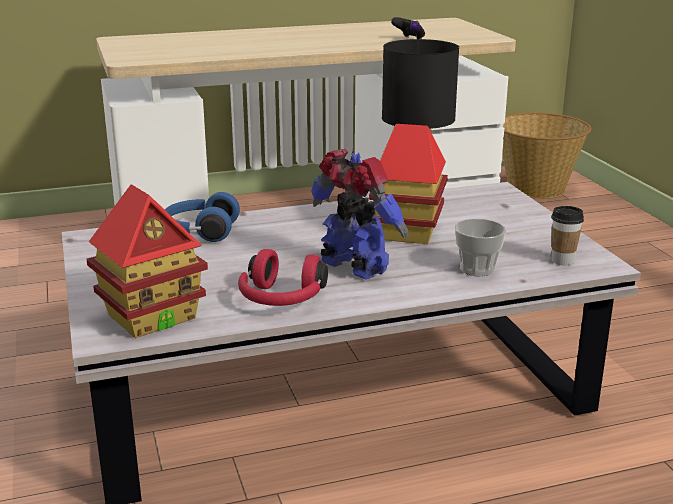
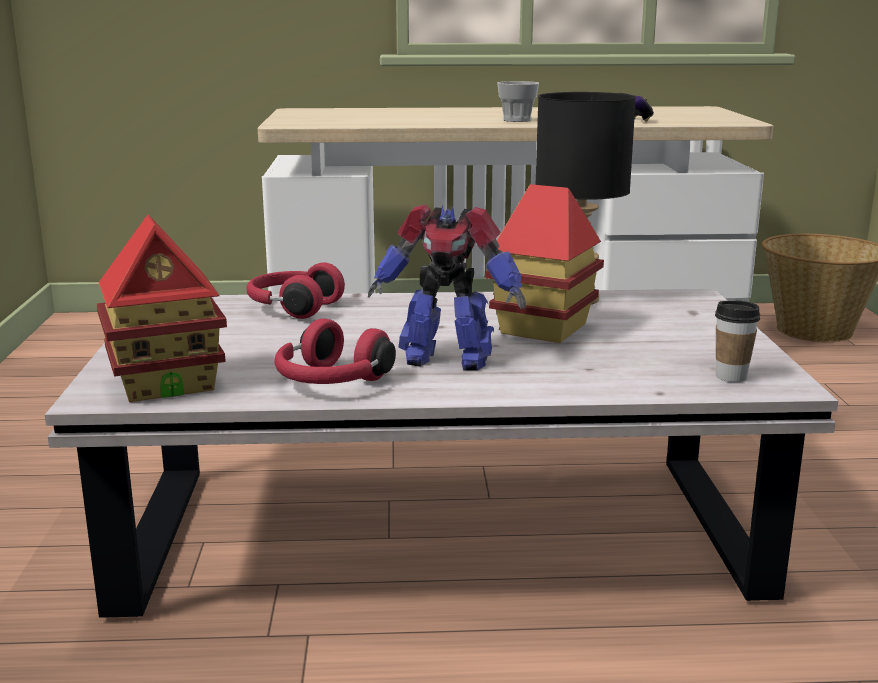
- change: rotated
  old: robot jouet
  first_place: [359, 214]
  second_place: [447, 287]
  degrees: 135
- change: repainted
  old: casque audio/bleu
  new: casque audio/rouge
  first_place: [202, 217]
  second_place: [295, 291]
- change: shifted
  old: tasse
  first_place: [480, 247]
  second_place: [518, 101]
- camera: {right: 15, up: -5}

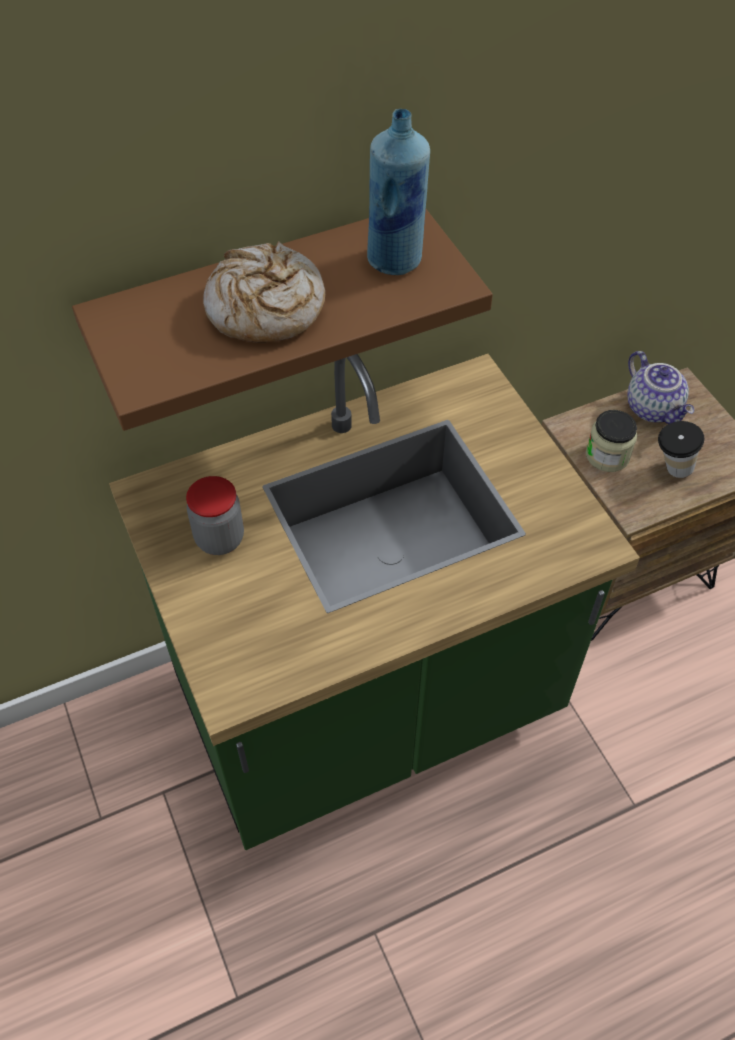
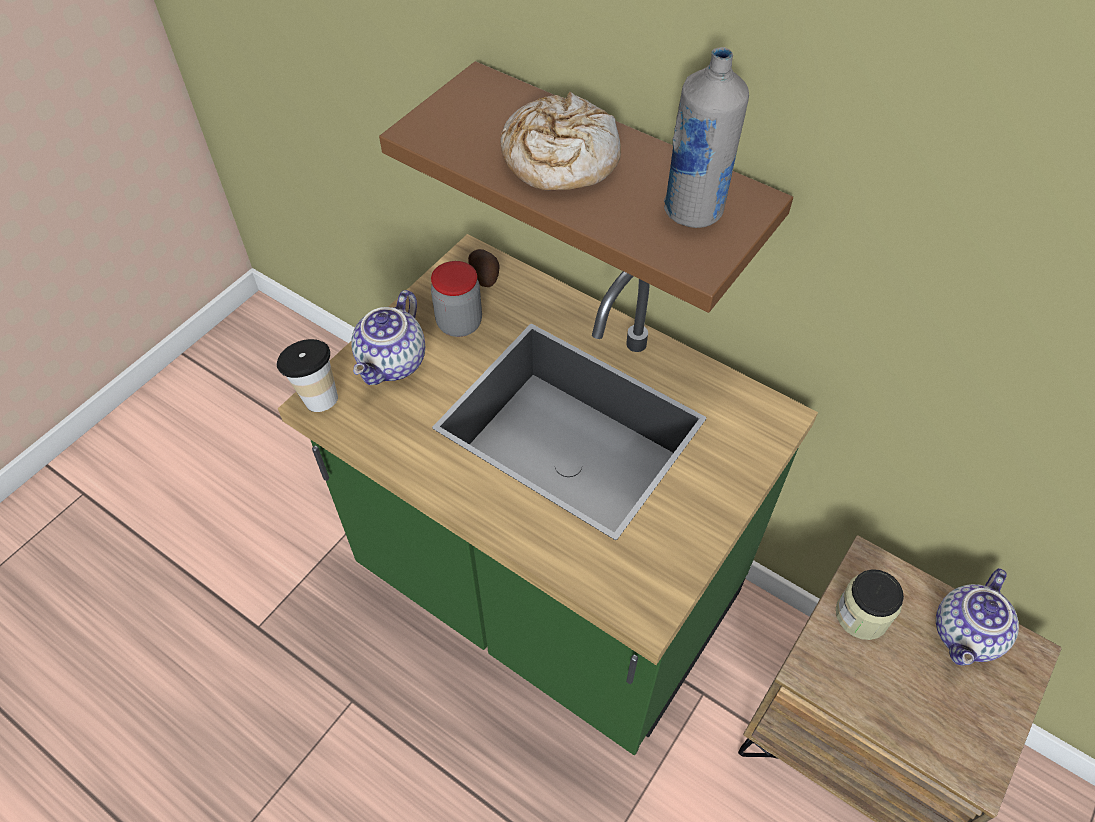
- change: repainted
  old: bouteille/bleu
  new: bouteille/gris
  first_place: [398, 192]
  second_place: [706, 137]
- change: shifted
  old: tasse
  first_place: [681, 449]
  second_place: [307, 375]
- change: new
  new: pomme de terre
  second_place: [483, 268]
- change: new
  new: théière
  second_place: [388, 337]
- camera: {right: 60, up: 0}

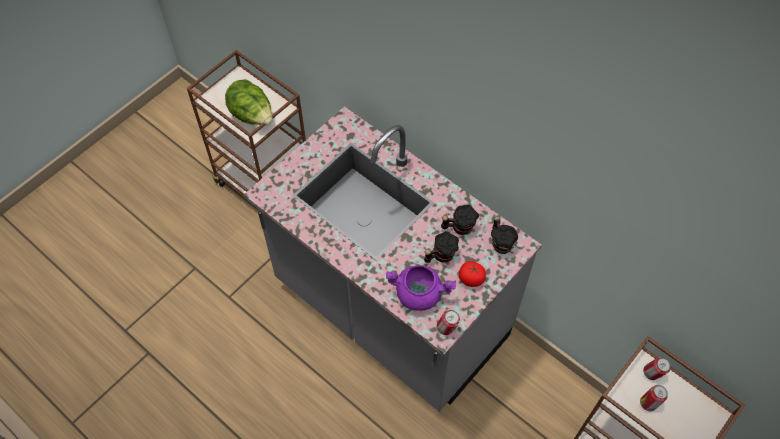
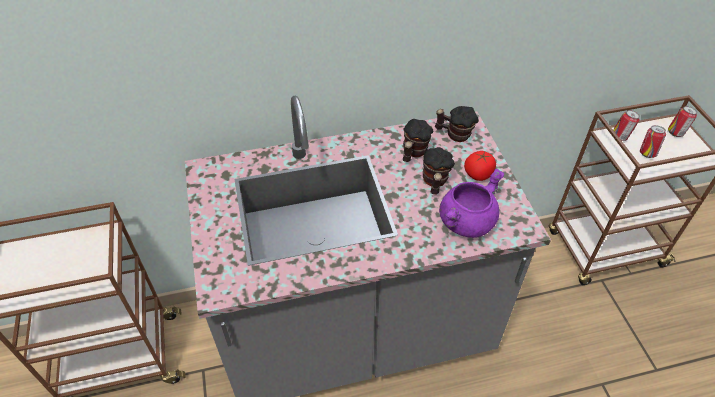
- change: gone
  old: laitue
  first_place: [249, 102]
- change: shifted
  old: boîte métallique
  first_place: [448, 322]
  second_place: [682, 121]
- camera: {right: -55, up: -10}

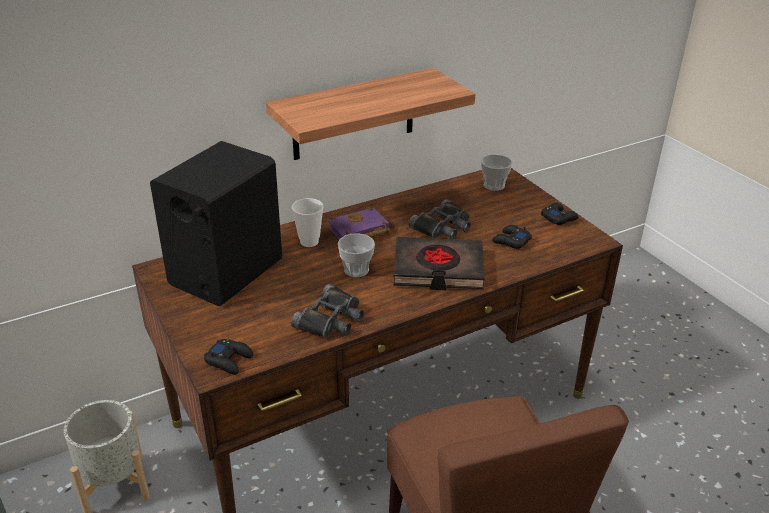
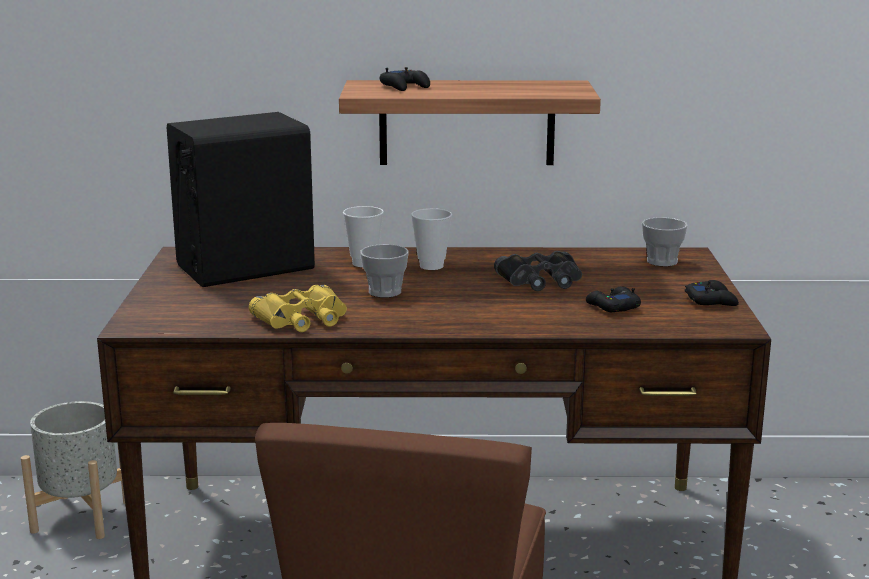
- change: swapped
  old: livre/violet
  new: tasse
  first_place: [359, 223]
  second_place: [431, 239]
- change: gone
  old: livre/noir
  first_place: [439, 263]
- change: repainted
  old: jumelles/noir
  new: jumelles/jaune
  first_place: [327, 311]
  second_place: [298, 308]
- change: shifted
  old: manette/noir
  first_place: [228, 357]
  second_place: [405, 79]
- camera: {right: 30, up: -15}

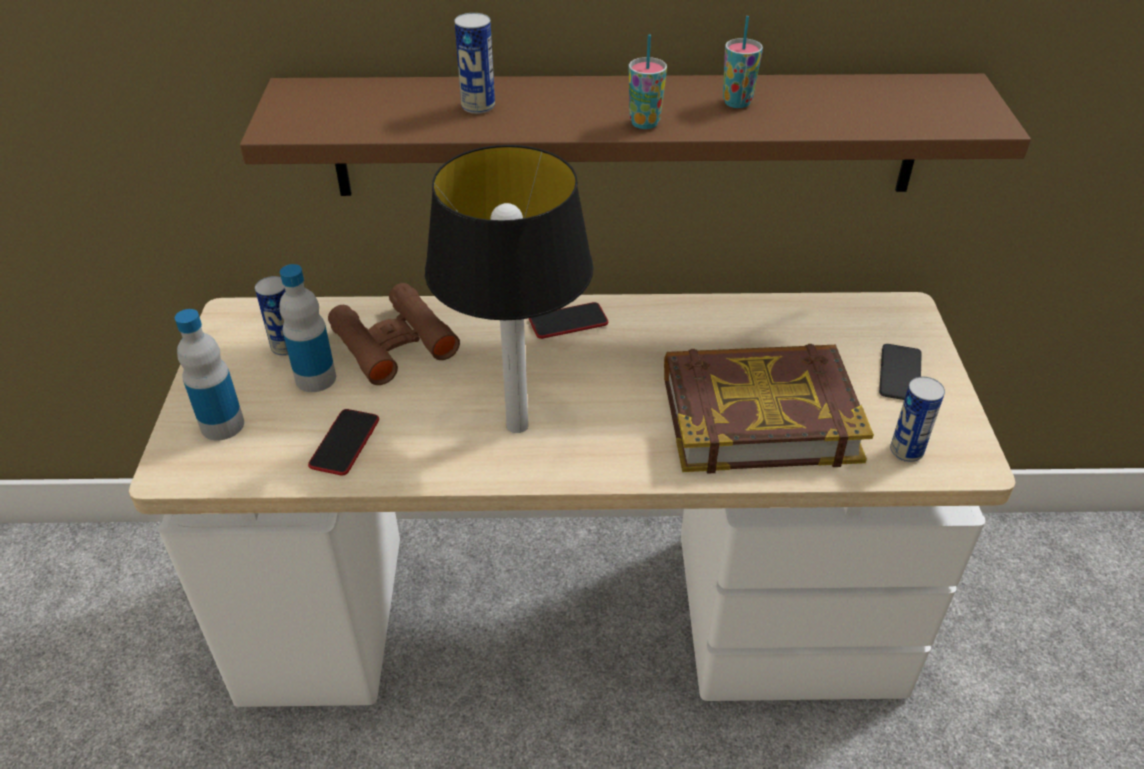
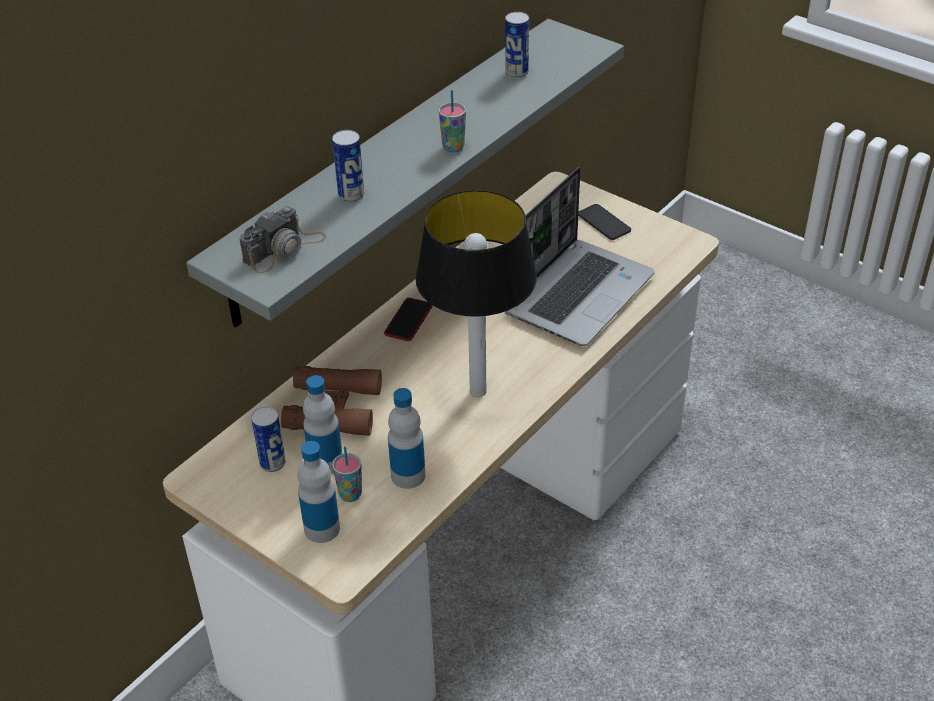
- change: shifted
  old: tasse
  first_place: [743, 62]
  second_place: [347, 474]
- change: repainted
  old: étagère/marron
  new: étagère/gris
  first_place: [635, 135]
  second_place: [405, 173]
- change: swapped
  old: livre
  new: ordinateur portable
  first_place: [769, 409]
  second_place: [578, 256]
- change: shifted
  old: boîte métallique
  first_place: [917, 419]
  second_place: [517, 45]
- change: swapped
  old: téléphone
  new: bouteille
  first_place: [343, 442]
  second_place: [406, 438]
- change: new
  new: appareil photo
  second_place: [282, 239]
- camera: {right: -50, up: 0}

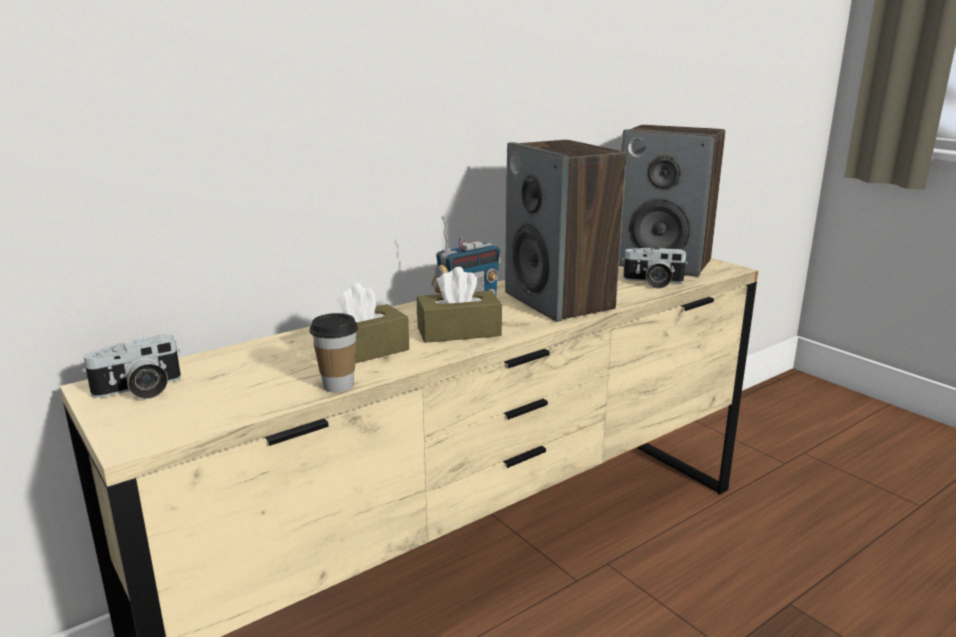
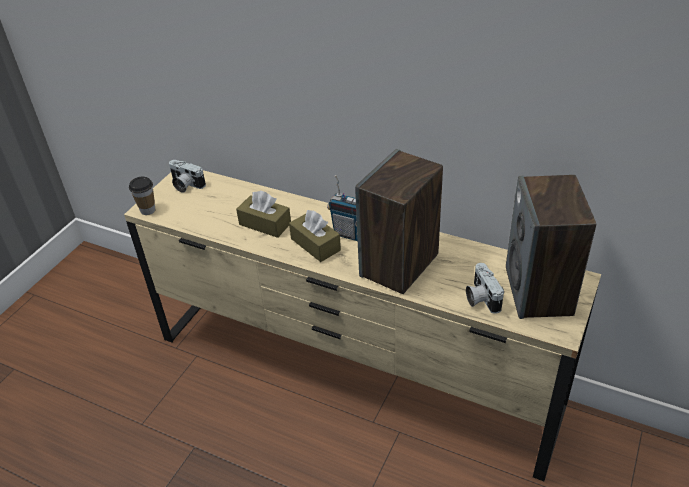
- change: shifted
  old: tasse
  first_place: [333, 353]
  second_place: [142, 196]
- camera: {right: 65, up: 20}

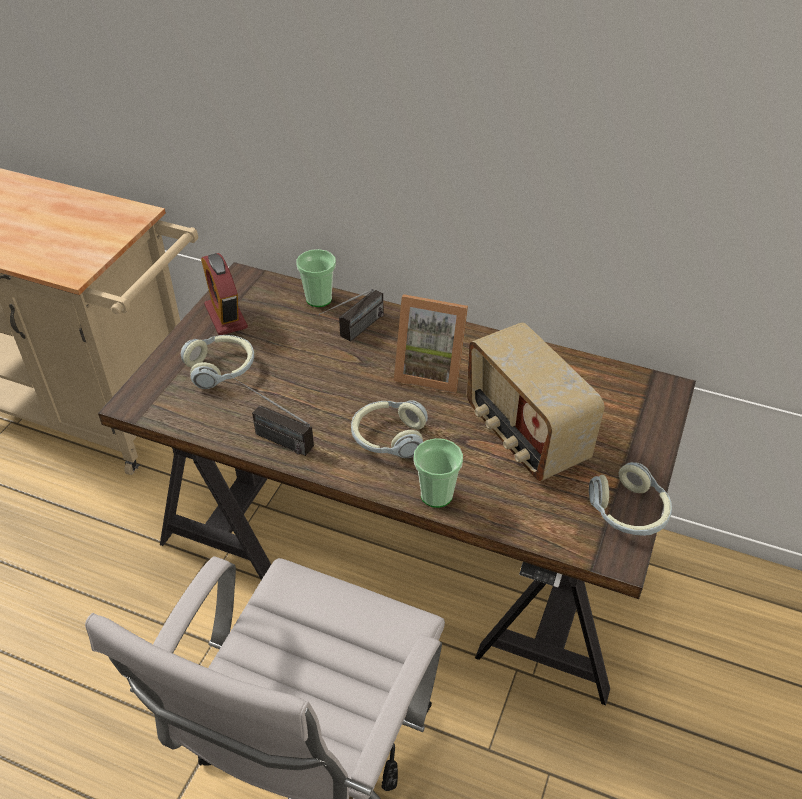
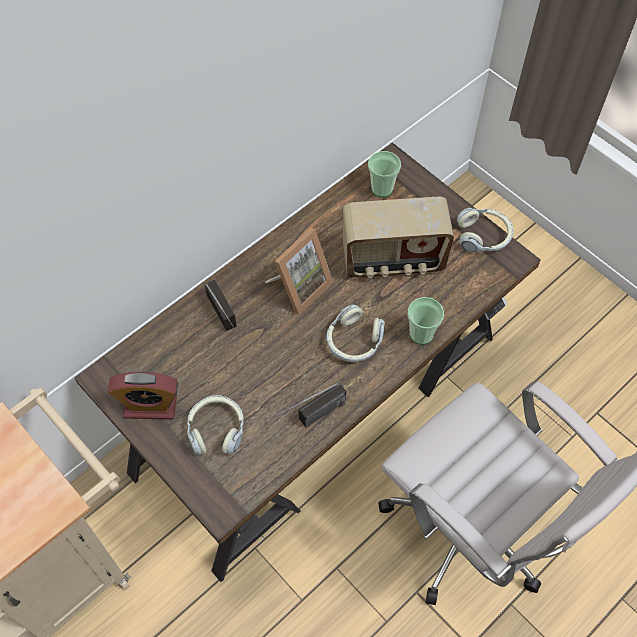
- change: shifted
  old: tasse
  first_place: [316, 278]
  second_place: [384, 174]
- camera: {right: -65, up: 15}

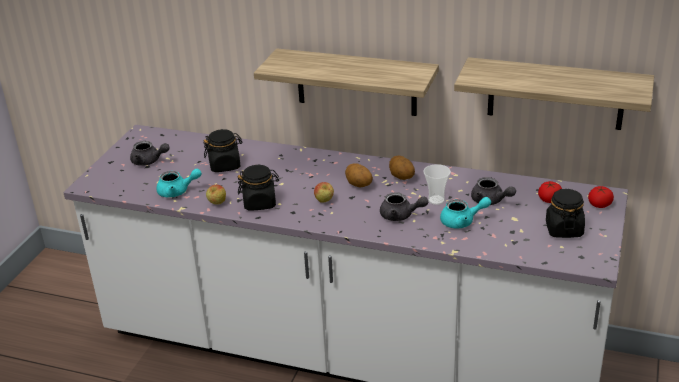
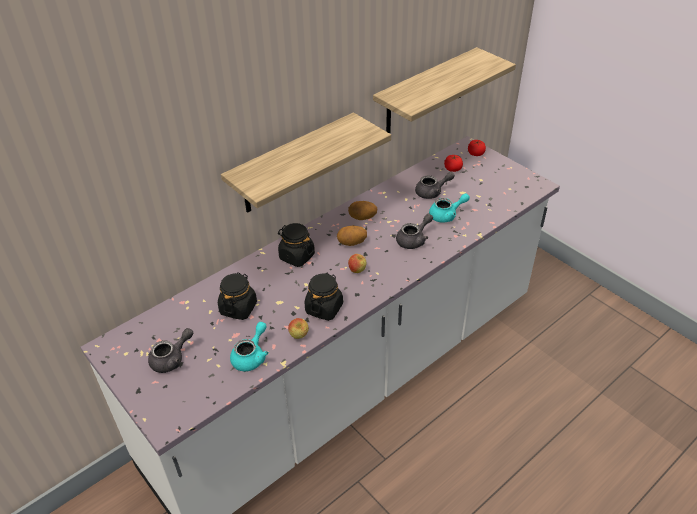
- change: gone
  old: tasse
  first_place: [437, 184]
- change: shifted
  old: bocal/noir
  first_place: [565, 213]
  second_place: [296, 245]
- change: rotated
  old: théière/turquoise
  first_place: [465, 213]
  second_place: [449, 208]
  degrees: 45
- camera: {right: -60, up: 10}

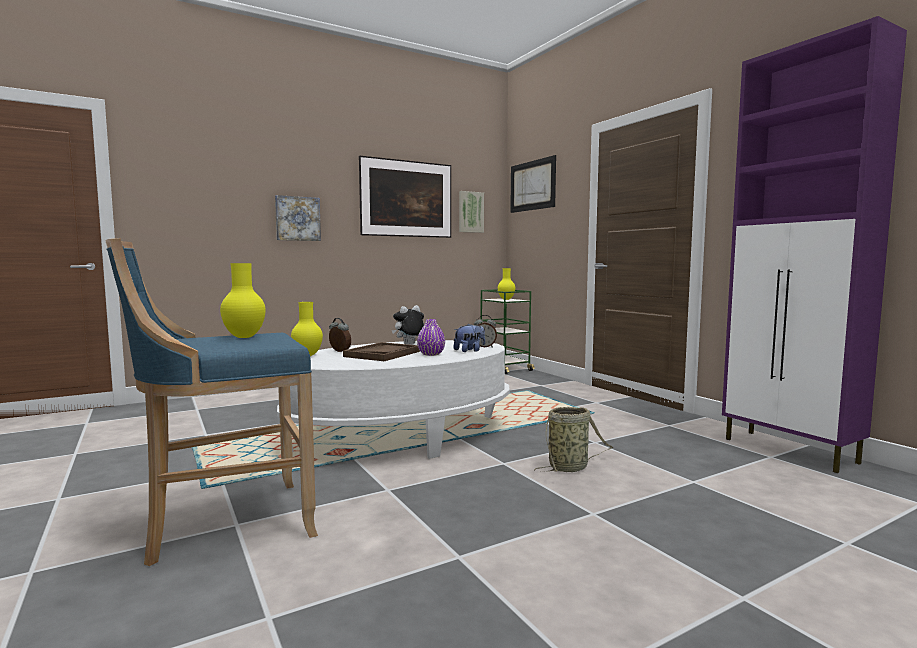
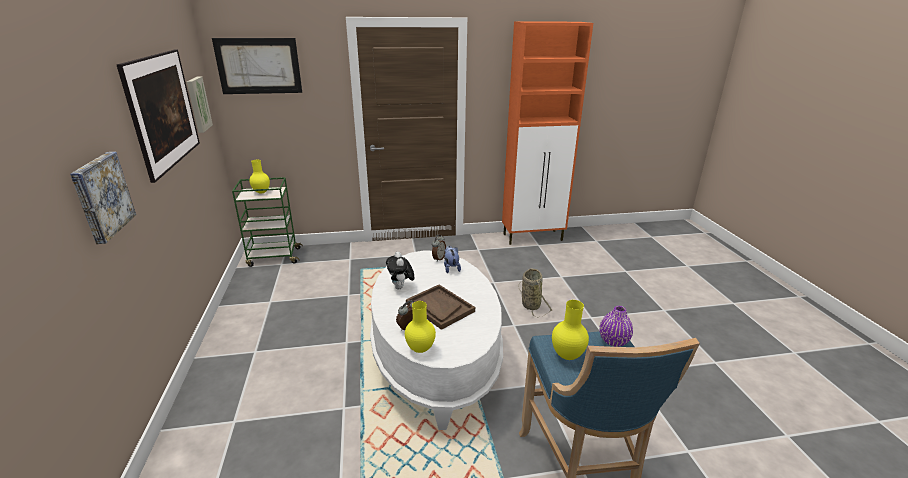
- change: repainted
  old: meuble de rangement/violet
  new: meuble de rangement/orange
  first_place: [814, 244]
  second_place: [547, 133]
- change: shifted
  old: vase/violet
  first_place: [431, 337]
  second_place: [616, 326]
- camera: {right: -70, up: 20}

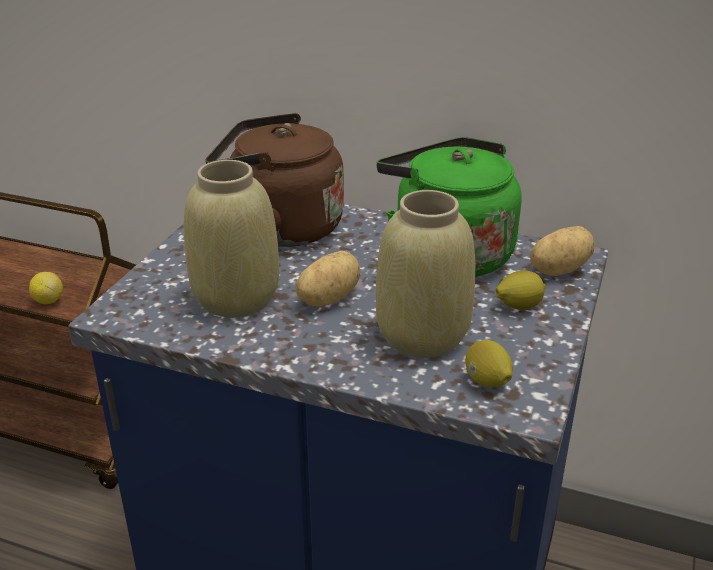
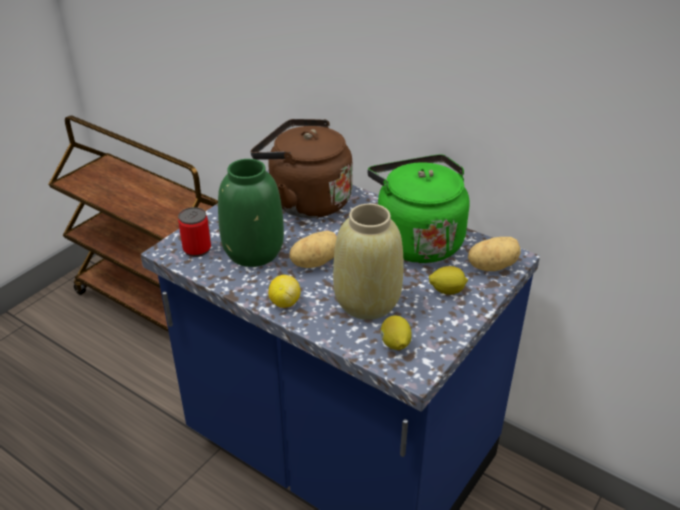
- change: repainted
  old: vase/beige
  new: vase/vert
  first_place: [231, 238]
  second_place: [251, 213]
- change: shifted
  old: citron
  first_place: [46, 288]
  second_place: [284, 291]
- change: new
  new: boîte métallique
  second_place: [194, 232]
- camera: {right: 15, up: 5}

